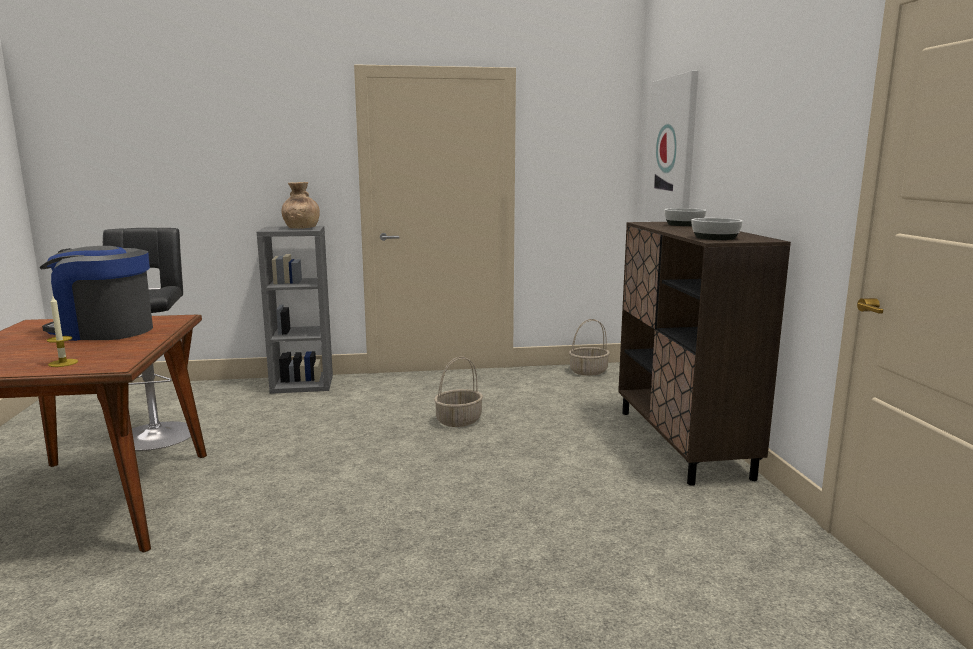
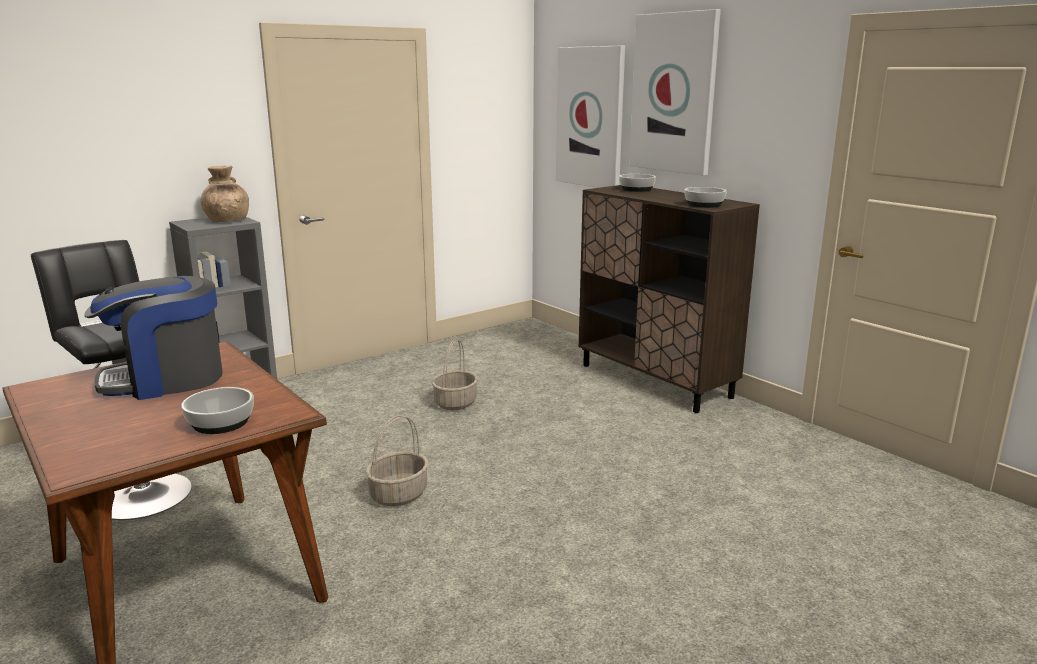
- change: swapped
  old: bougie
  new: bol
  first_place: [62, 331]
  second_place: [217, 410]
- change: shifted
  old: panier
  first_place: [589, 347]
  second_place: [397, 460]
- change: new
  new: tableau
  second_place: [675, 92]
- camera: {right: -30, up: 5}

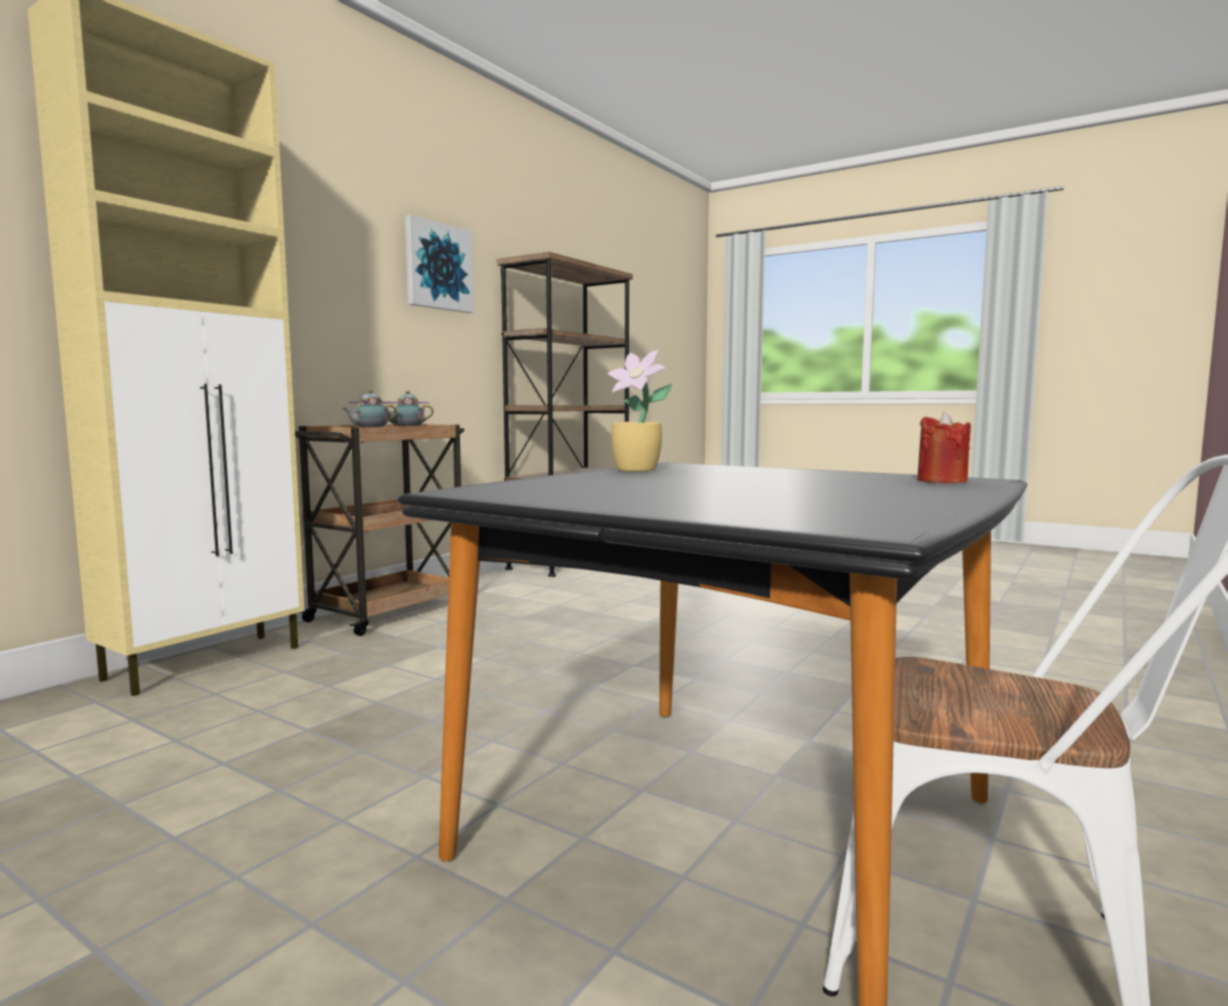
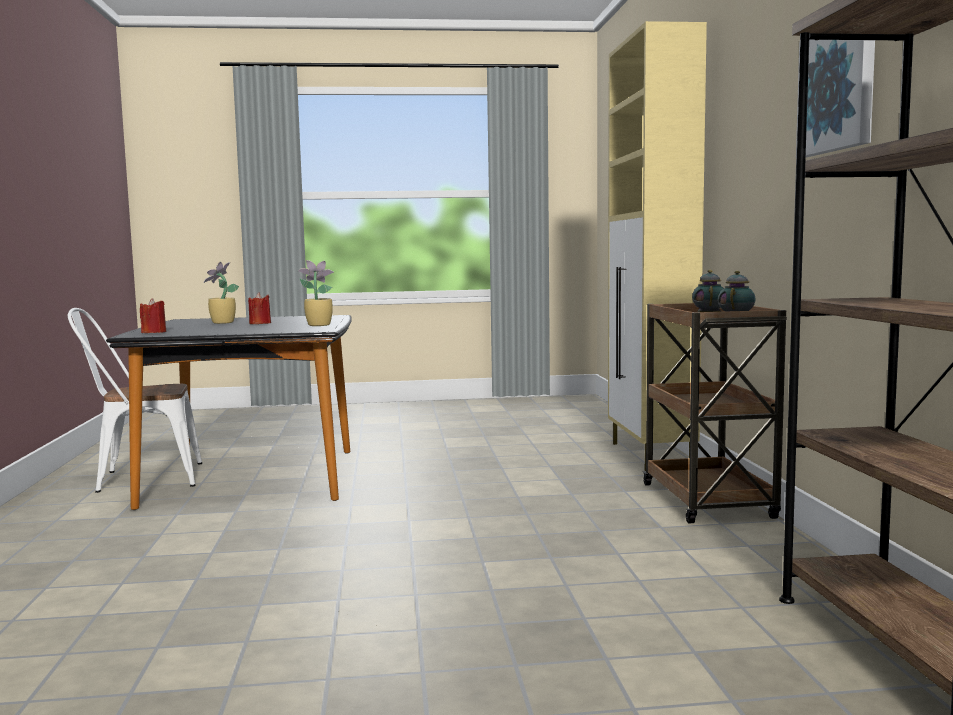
- change: new
  new: plante en pot
  second_place: [221, 293]
- change: new
  new: bougie/rouge
  second_place: [259, 308]
- camera: {right: 140, up: 0}

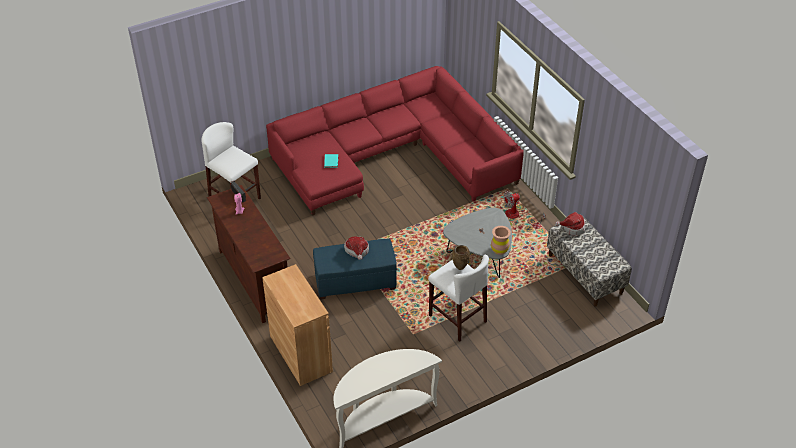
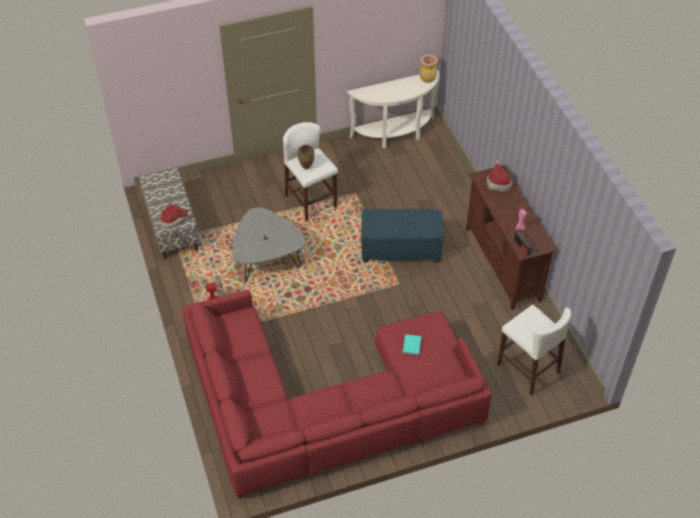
- change: shifted
  old: vase/marron
  first_place: [501, 240]
  second_place: [428, 68]
- change: shifted
  old: chapeau
  first_place: [356, 248]
  second_place: [500, 176]
- change: gone
  old: meuble de rangement/marron
  first_place: [297, 325]
- camera: {right: -170, up: 5}

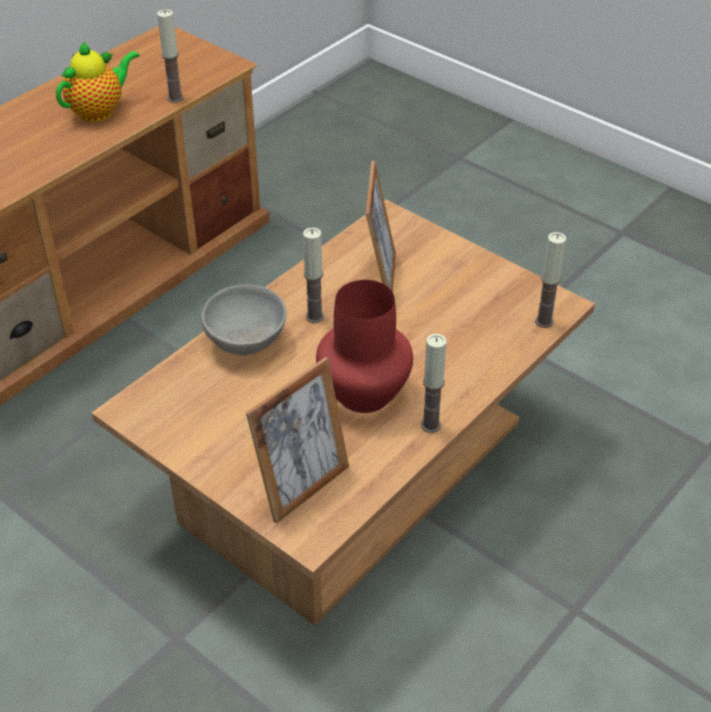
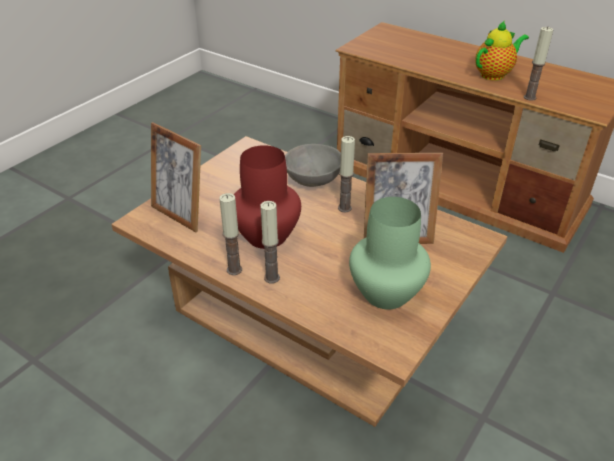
- change: rotated
  old: théière
  first_place: [98, 81]
  second_place: [502, 51]
  degrees: -75
- change: shifted
  old: bougie
  first_place: [550, 280]
  second_place: [270, 242]
- change: new
  new: vase/vert
  second_place: [390, 253]
- camera: {right: 85, up: -5}

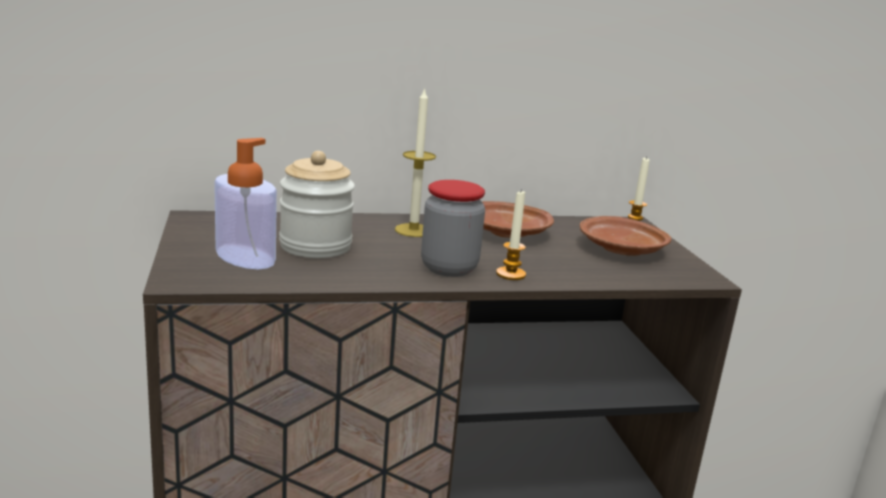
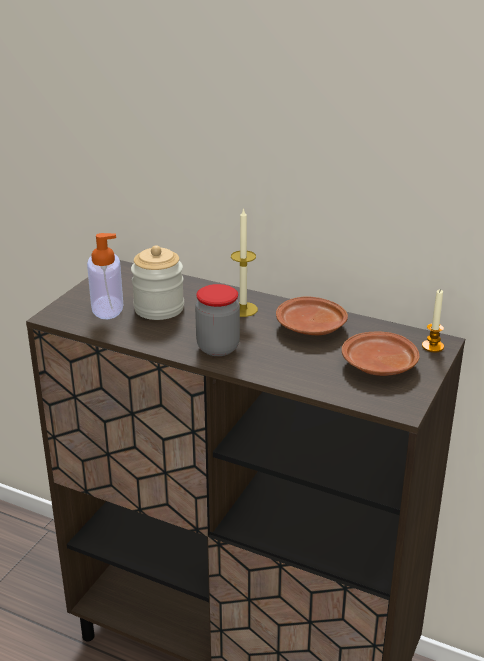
- change: gone
  old: bougie
  first_place: [511, 234]
- camera: {right: 40, up: 10}

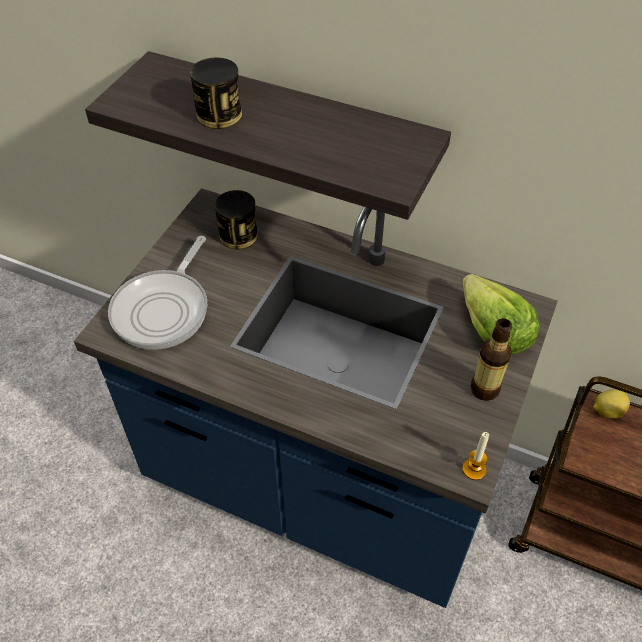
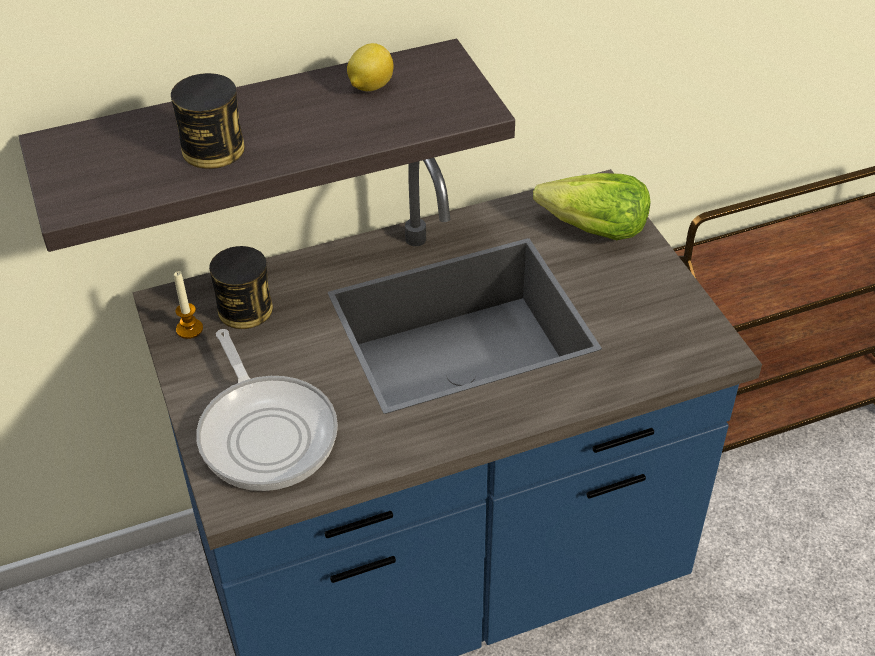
- change: gone
  old: bouteille
  first_place: [491, 359]
- change: shifted
  old: citron
  first_place: [611, 403]
  second_place: [370, 67]
- change: shifted
  old: bougie
  first_place: [475, 456]
  second_place: [188, 305]
- camera: {right: -45, up: -5}

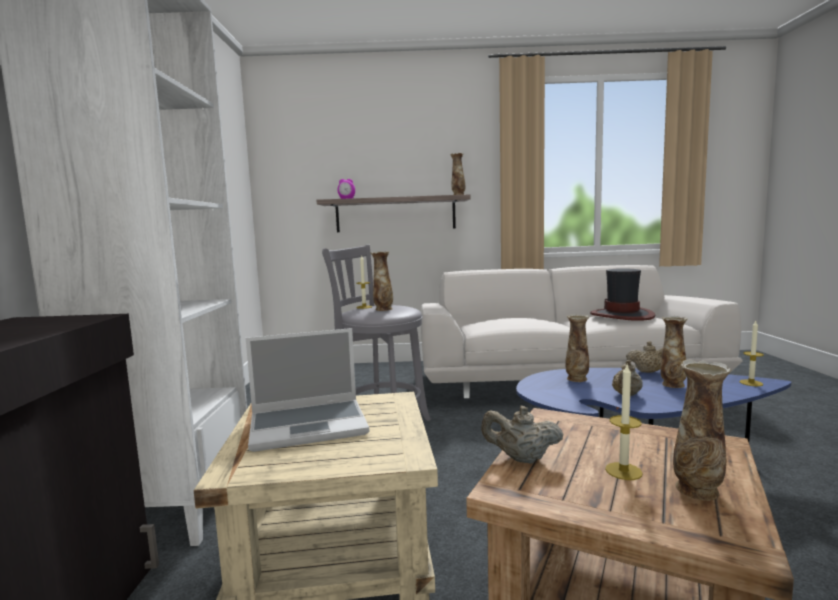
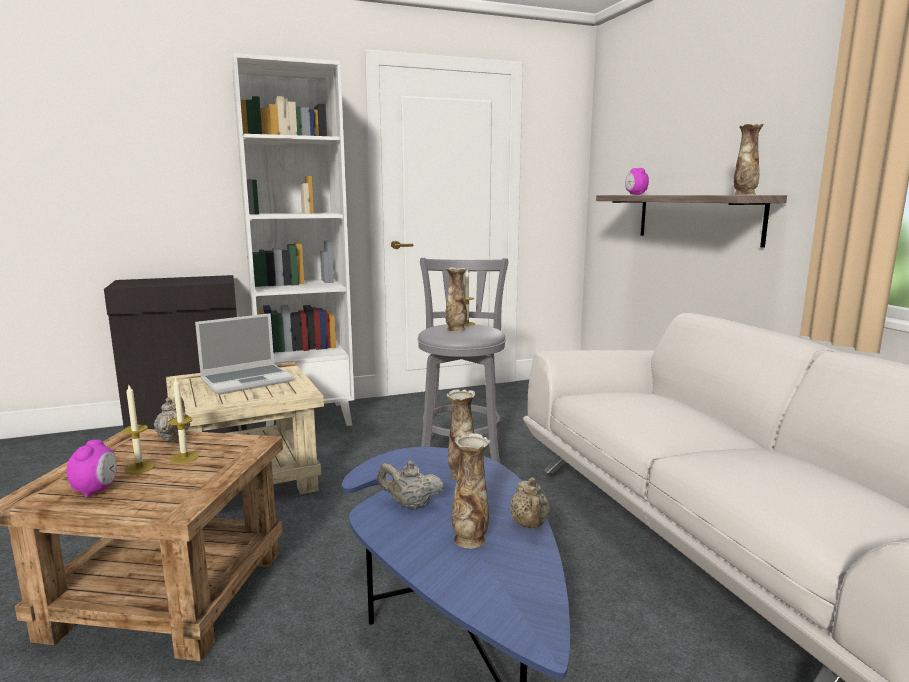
- change: gone
  old: chapeau
  first_place: [622, 294]
- change: shifted
  old: bougie
  first_place: [752, 353]
  second_place: [183, 420]
- change: rotated
  old: ordinateur portable
  first_place: [307, 390]
  second_place: [244, 354]
  degrees: -90
- change: swapped
  old: vase
  new: réveil
  first_place: [702, 430]
  second_place: [92, 469]
- camera: {right: 70, up: 5}

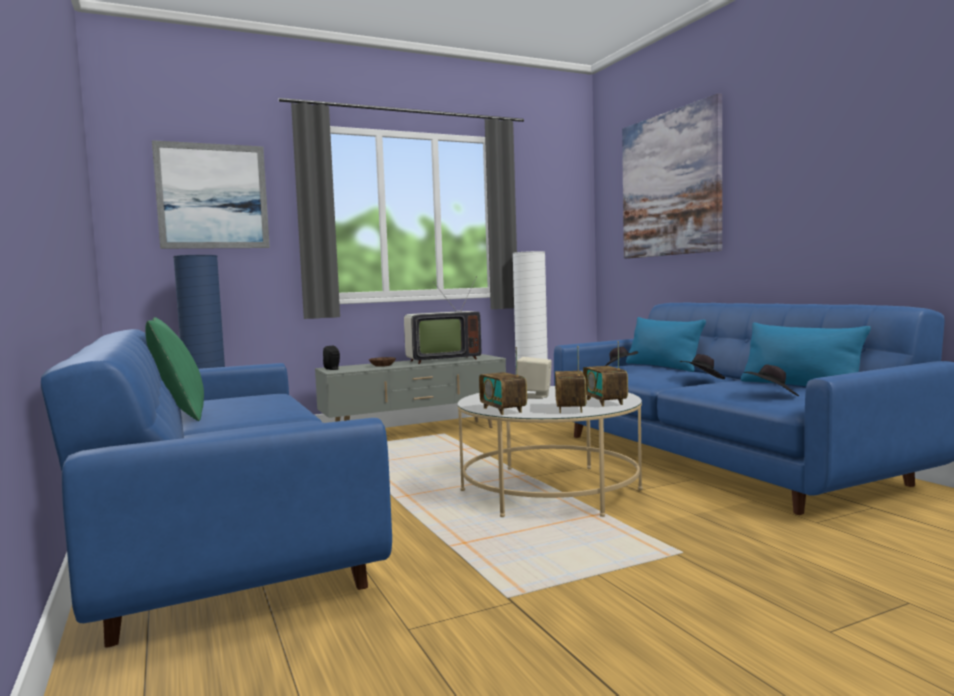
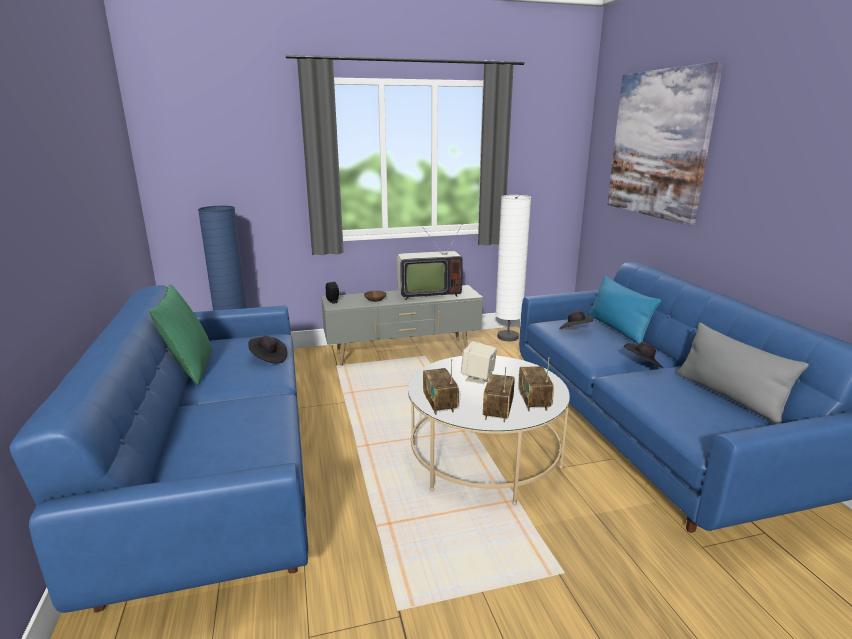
- change: gone
  old: tableau
  first_place: [211, 194]
- change: repainted
  old: coussin/bleu
  new: coussin/gris
  first_place: [806, 354]
  second_place: [743, 373]
- change: shifted
  old: chapeau/noir
  first_place: [771, 380]
  second_place: [267, 350]
- camera: {right: 10, up: 15}

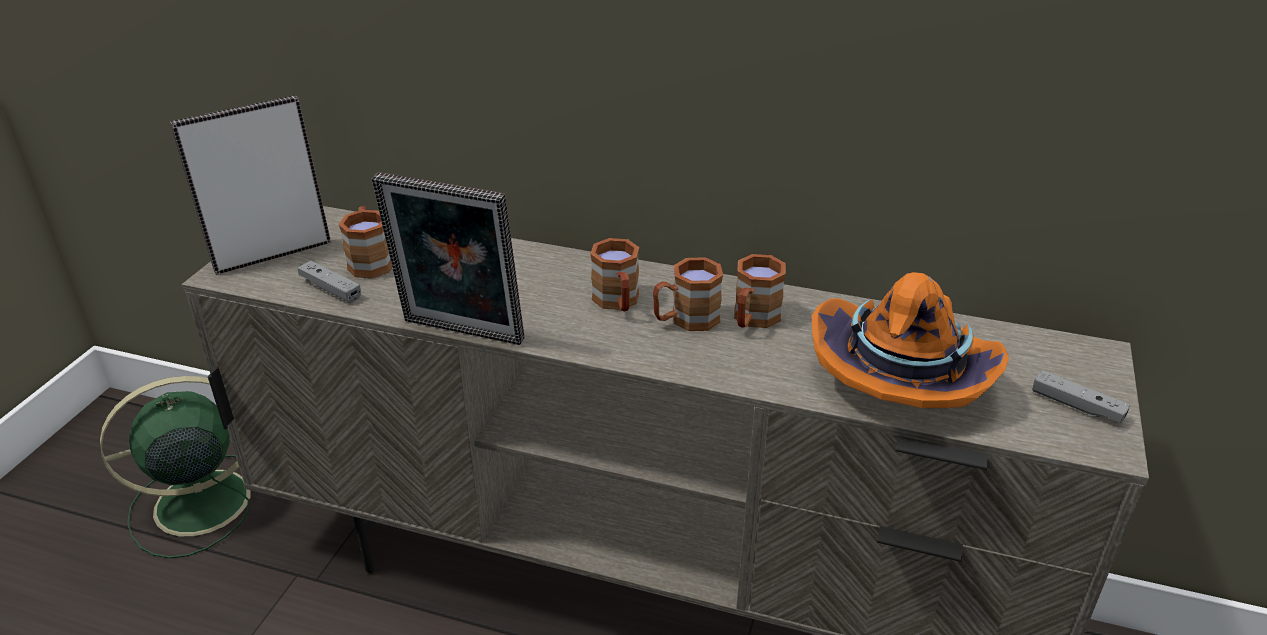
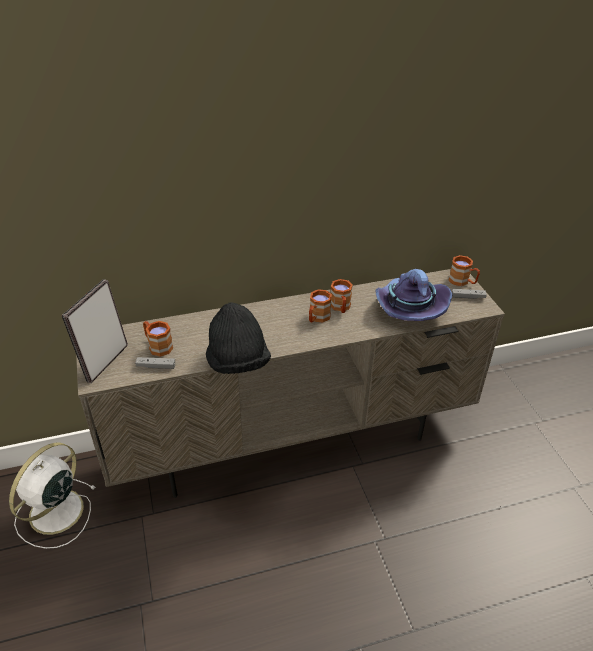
- change: swapped
  old: cadre photo
  new: chapeau/noir
  first_place: [448, 258]
  second_place: [238, 338]
- change: shifted
  old: mug/marron
  first_place: [614, 274]
  second_place: [464, 270]
- change: repainted
  old: chapeau/orange
  new: chapeau/violet
  first_place: [910, 340]
  second_place: [414, 295]
- change: repainted
  old: ventilateur/vert
  new: ventilateur/blanc
  first_place: [187, 467]
  second_place: [52, 496]
- camera: {right: -35, up: 5}

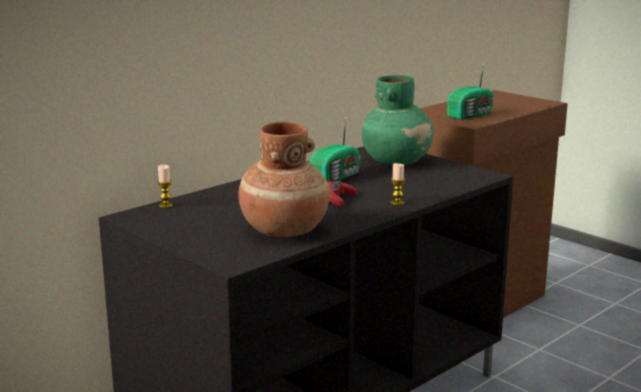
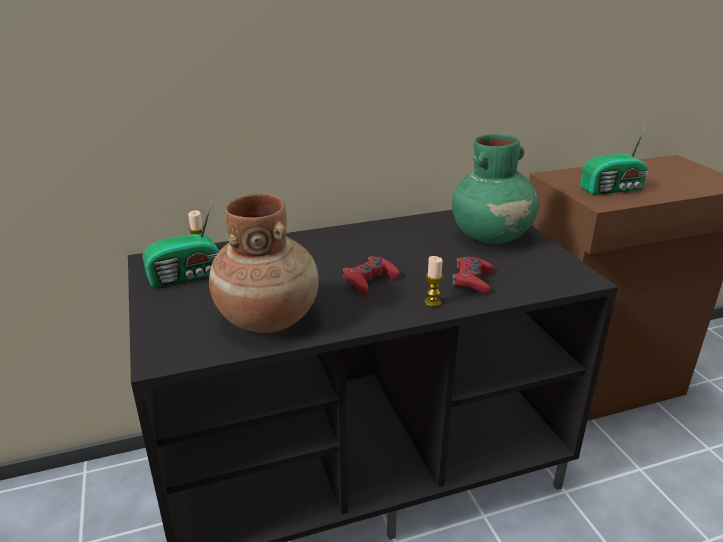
- change: shifted
  old: radio
  first_place: [334, 148]
  second_place: [180, 244]
- change: new
  new: manette/rouge
  second_place: [472, 275]
- camera: {right: 25, up: 10}

